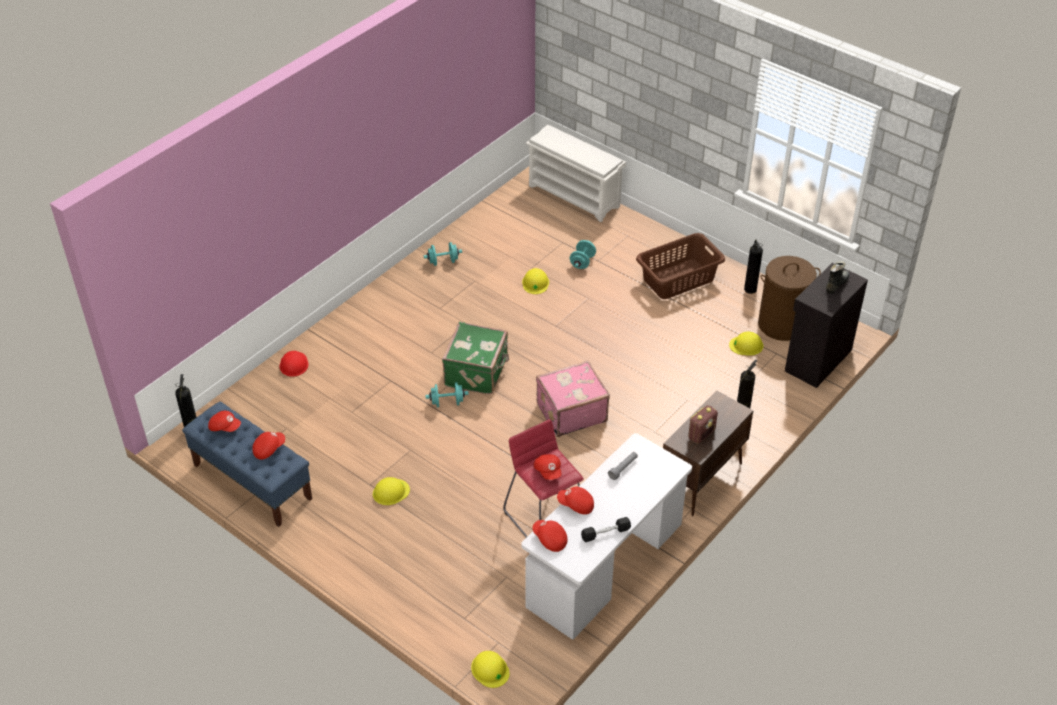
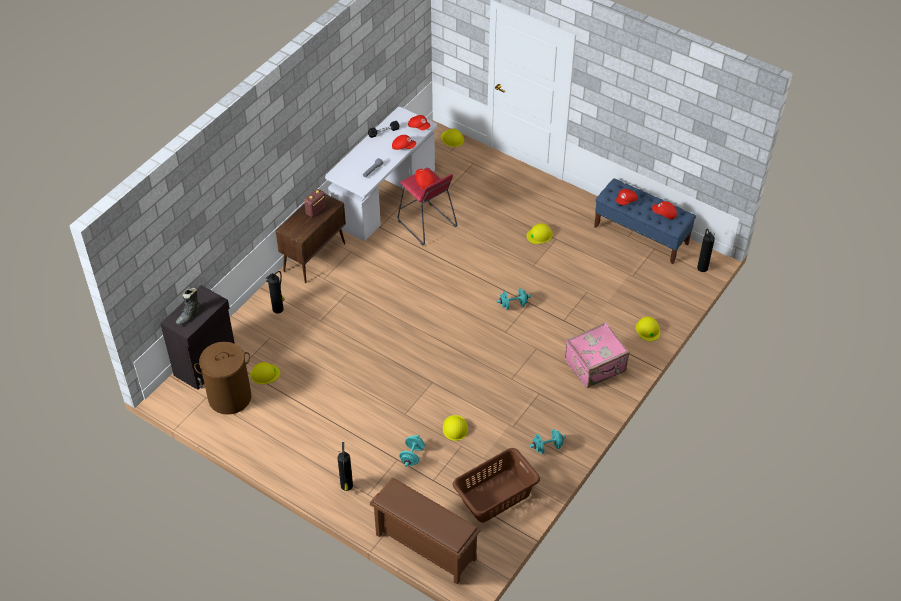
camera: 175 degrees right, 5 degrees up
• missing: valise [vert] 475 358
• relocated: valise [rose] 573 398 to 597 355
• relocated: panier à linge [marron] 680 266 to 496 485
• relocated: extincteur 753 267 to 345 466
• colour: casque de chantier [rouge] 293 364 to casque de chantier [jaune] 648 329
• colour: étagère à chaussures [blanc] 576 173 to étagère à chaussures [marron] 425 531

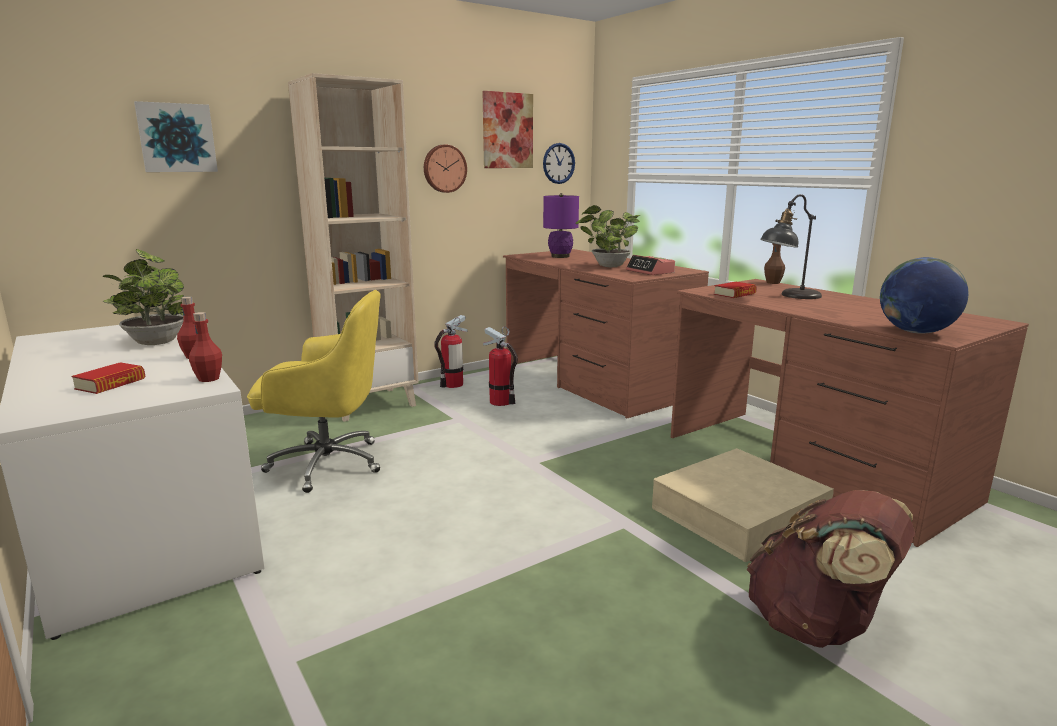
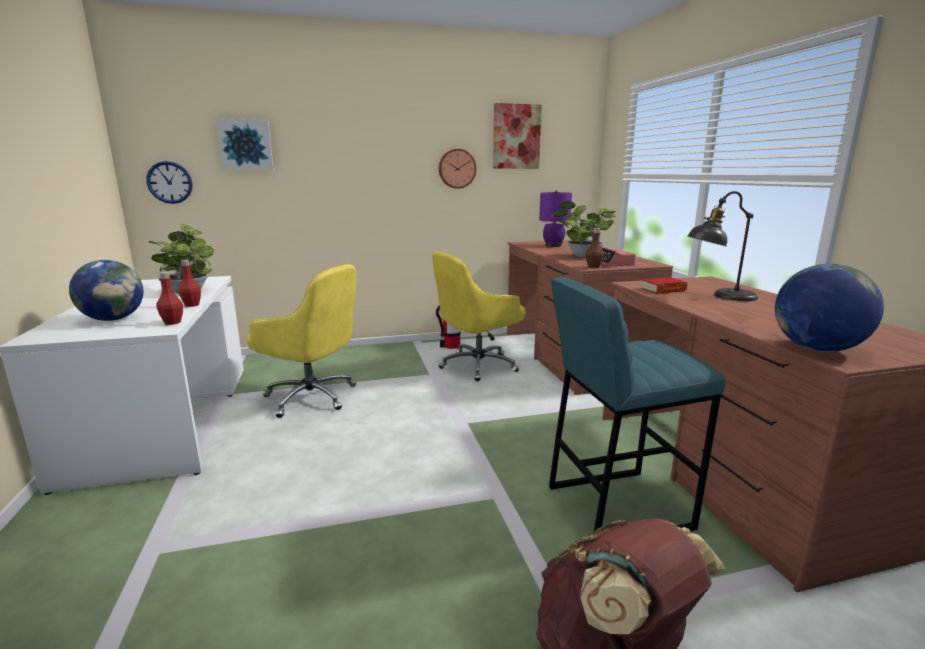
camera: 20 degrees right, 0 degrees up
• missing: bibliothèque [beige] 353 247
• relocated: horloge murale 559 163 to 169 182
• relocated: bouteille [marron] 774 263 to 595 248
• exchanged: livre 109 378 to globe 106 290
• exchanged: extincteur 500 366 to chaise de bureau [jaune] 479 316
• exchanged: boîte de rangement [beige] 743 505 to tabouret [turquoise] 637 405

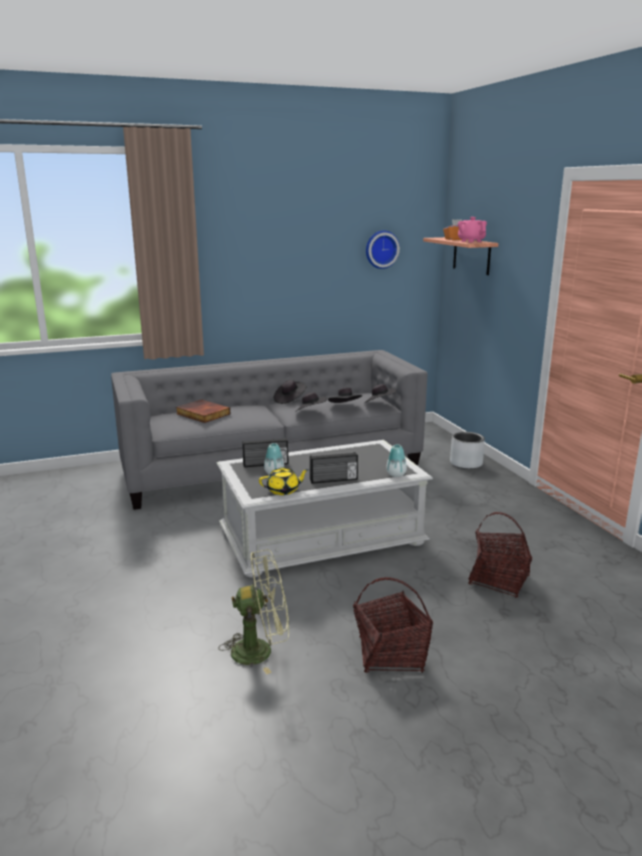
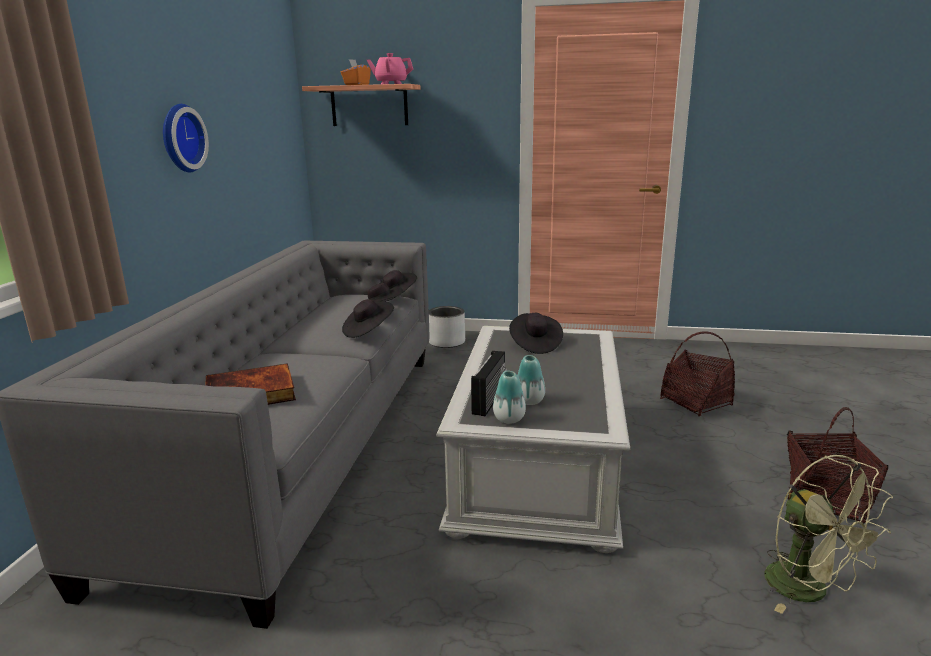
camera: 60 degrees left, 0 degrees up
• missing: théière [jaune] 284 481
• missing: radio 334 468
• relocated: chapeau [noir] 290 392 to 536 333
• relocated: horloge murale 383 249 to 186 138
• relocated: vase 396 460 to 509 397
• spun: ventilateur [vert] 253 611 = 828 534 135 degrees clockwise

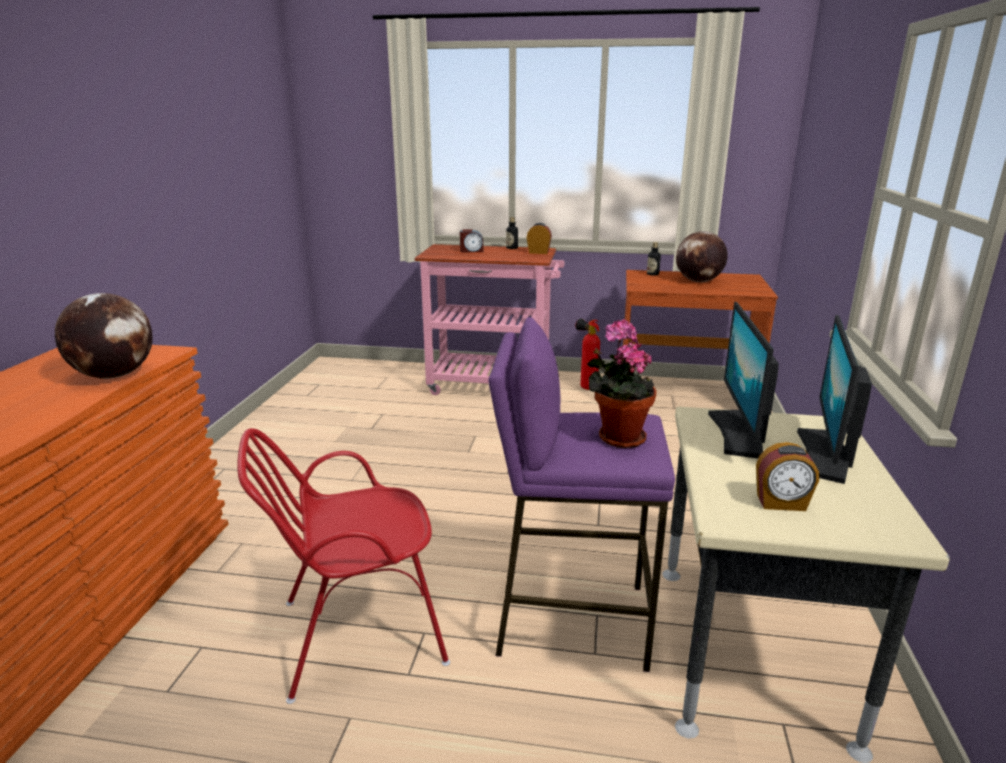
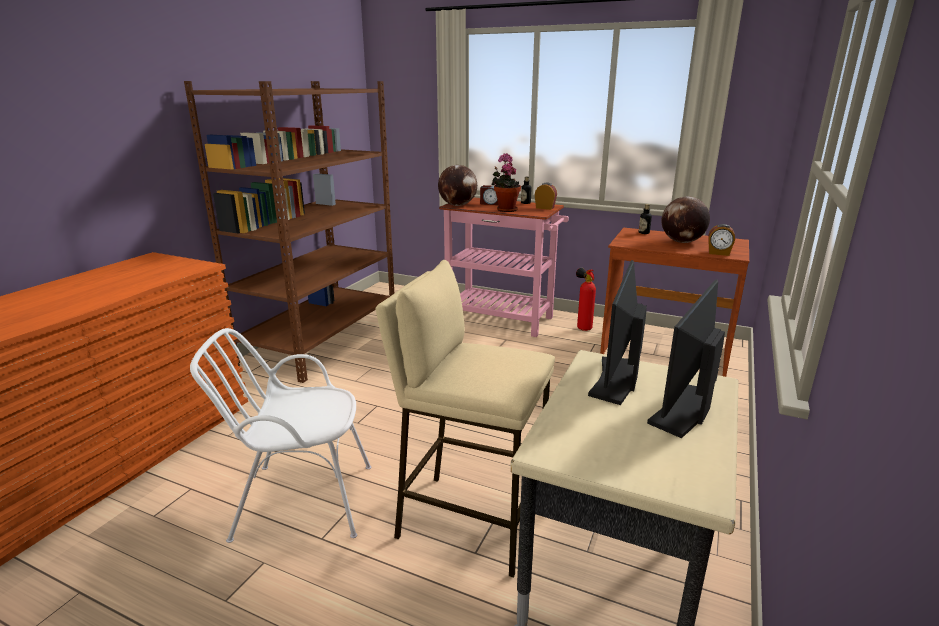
camera: 15 degrees right, 0 degrees up
• appeared: bibliothèque [marron] 289 232
• relocated: globe 104 336 to 457 185
• relocated: plante en pot 621 383 to 506 182
• relocated: réveil 787 476 to 721 240
• colour: chaise [rouge] 343 566 to chaise [blanc] 281 435
• colour: tabouret [violet] 581 494 to tabouret [beige] 465 419

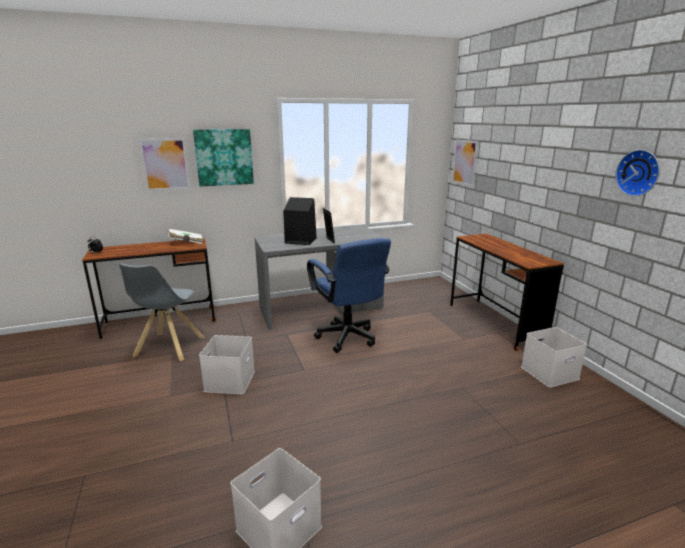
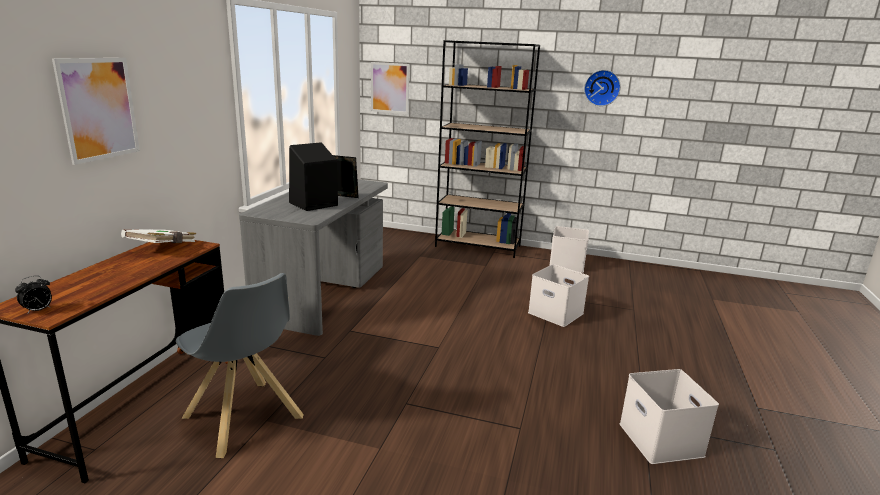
camera: 55 degrees left, 0 degrees up
• missing: tableau 223 157
• missing: chaise de bureau [bleu] 349 295
• relocated: boîte de rangement [blanc] 227 364 to 558 295
• exchanged: bureau [marron] 507 292 to bibliothèque [beige] 487 149

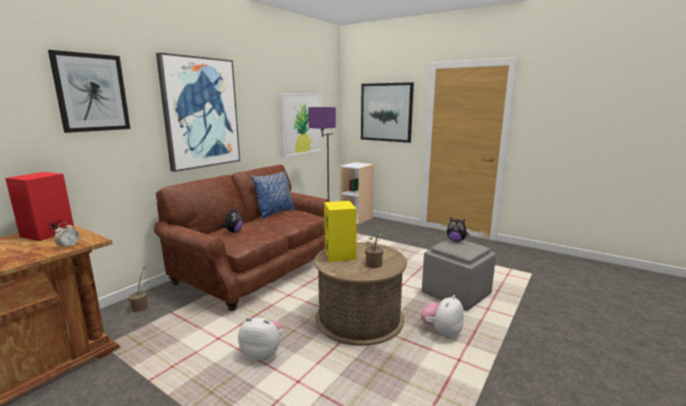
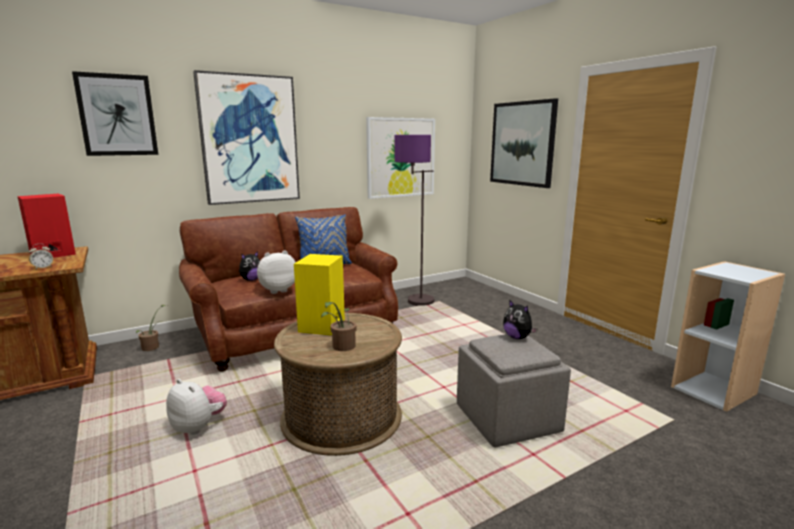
camera: 25 degrees right, 0 degrees up
• relocated: bibliothèque 357 193 to 728 336
• relocated: peluche 442 316 to 276 272

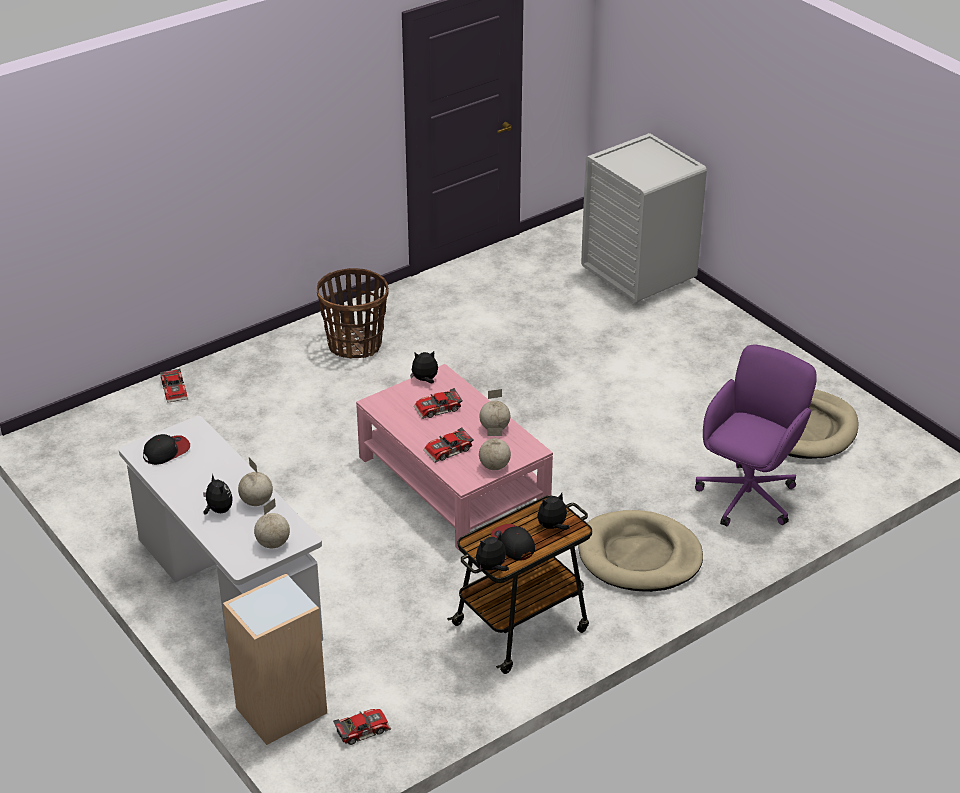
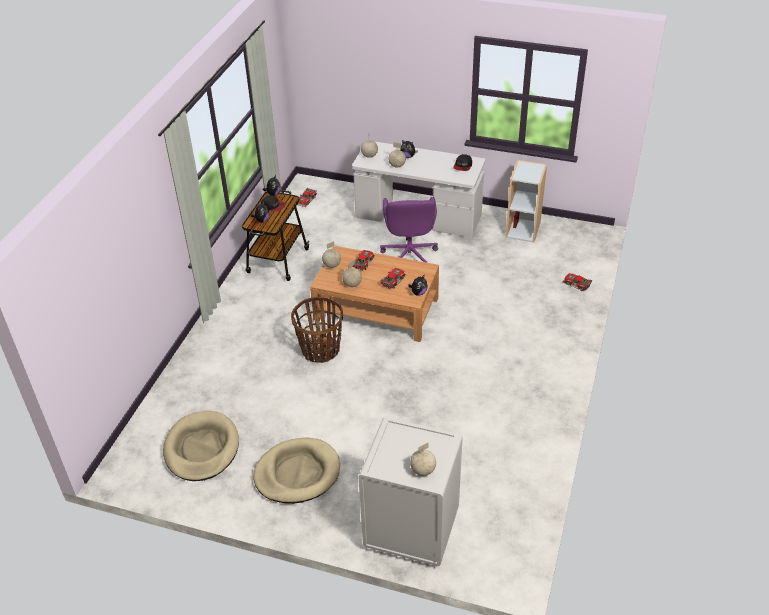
camera: 145 degrees right, 5 degrees up
• appeared: globe 423 459
• relocated: bibliothèque 275 659 to 526 201
• relocated: panier 353 313 to 317 330
• relocated: panier pour chien [beige] 640 551 to 297 471
• relocated: chaise de bureau [violet] 756 436 to 409 230
• colour: table basse [rose] 454 458 to table basse [marron] 374 294

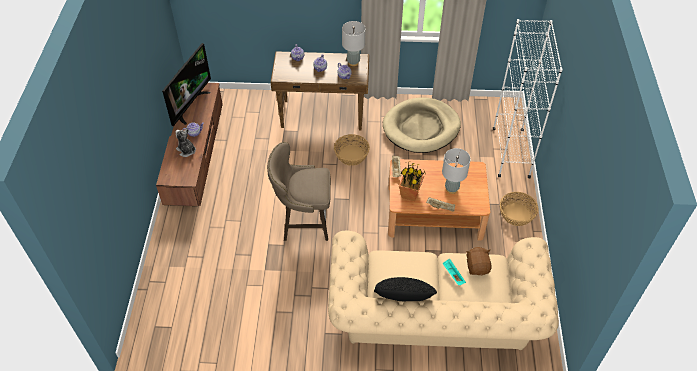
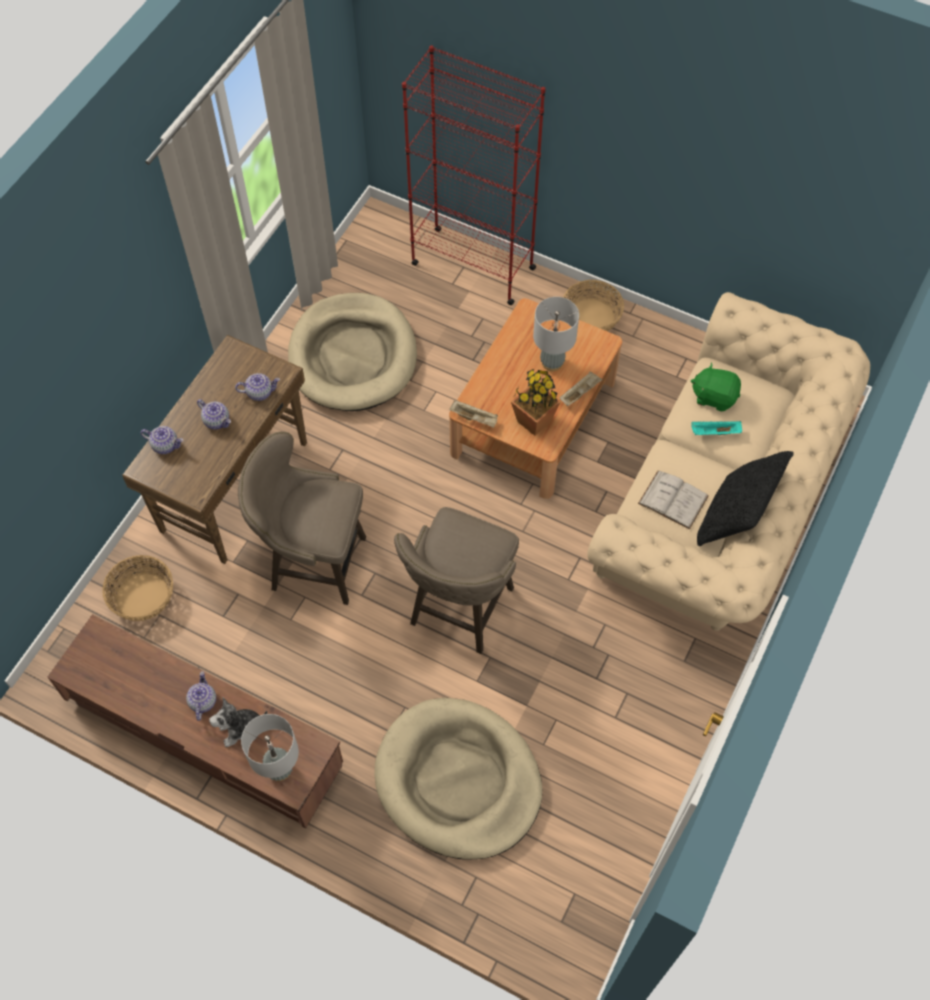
camera: 65 degrees left, 10 degrees up
• missing: téléviseur 186 84
• appeared: tabouret [beige] 302 518
• appeared: panier pour chien [beige] 458 779
• appeared: livre [blanc] 673 500
• relocated: panier 352 150 to 137 588
• relocated: lampe de table [gris] 354 43 to 270 747
• colour: peluche [marron] 479 261 to peluche [vert] 716 387
• colour: bibliothèque [blanc] 528 98 to bibliothèque [rouge] 474 175

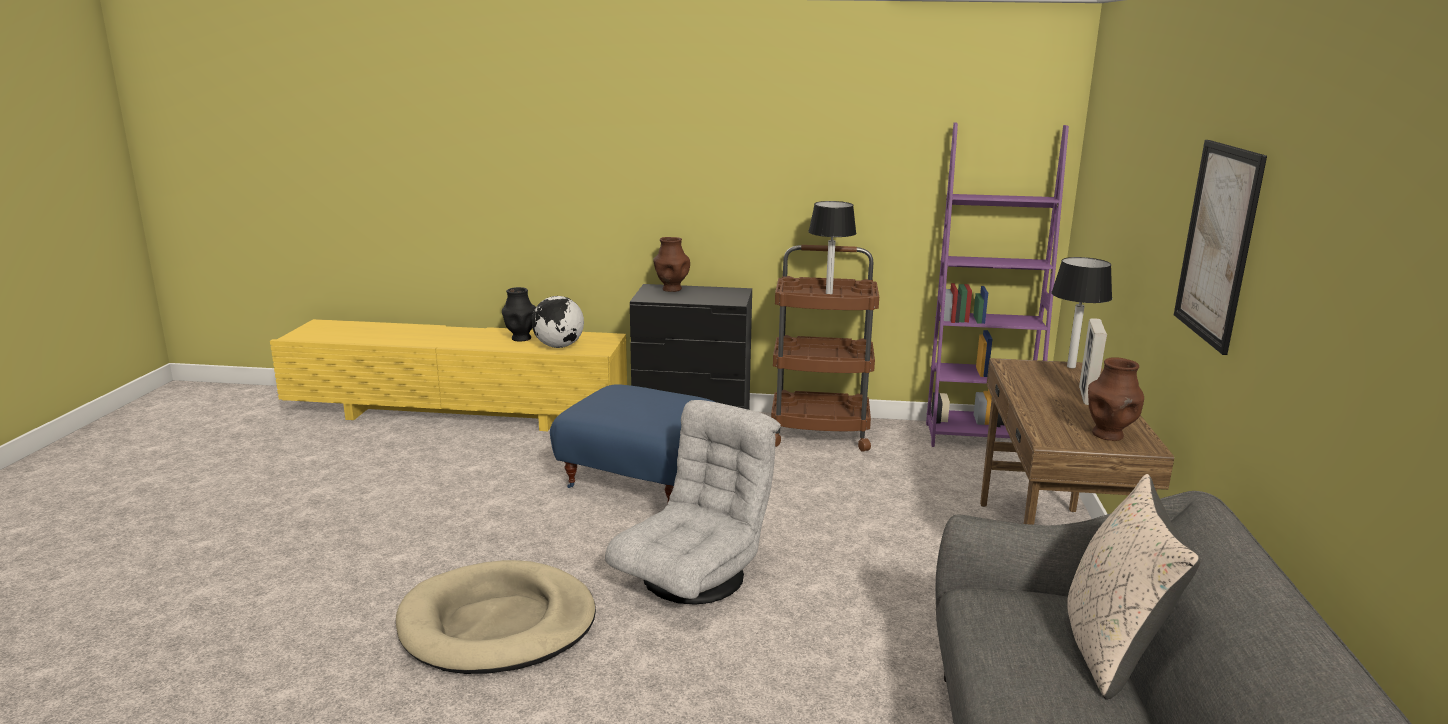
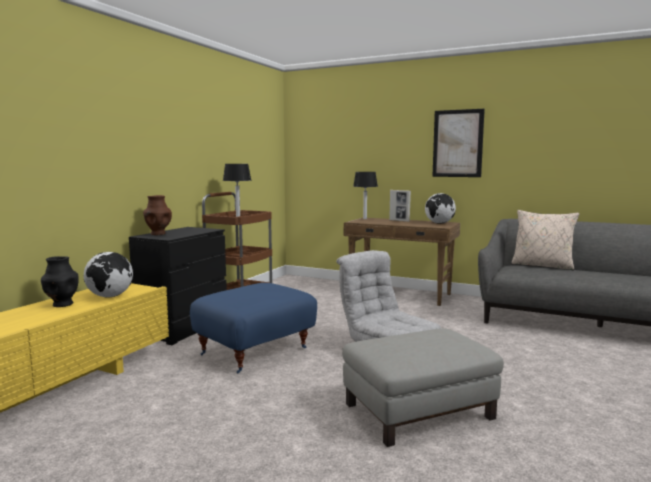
camera: 70 degrees left, 10 degrees down
• missing: bibliothèque [violet] 997 285
• exchanged: panier pour chien [beige] 496 617 to pouf [gris] 423 387
• exchanged: vase [marron] 1116 399 to globe 440 208

